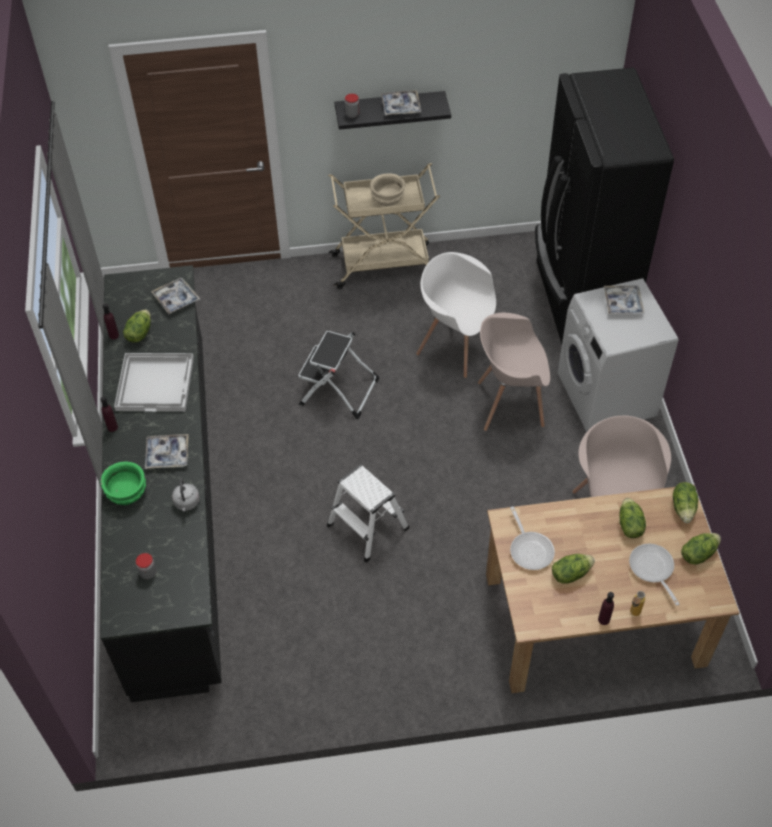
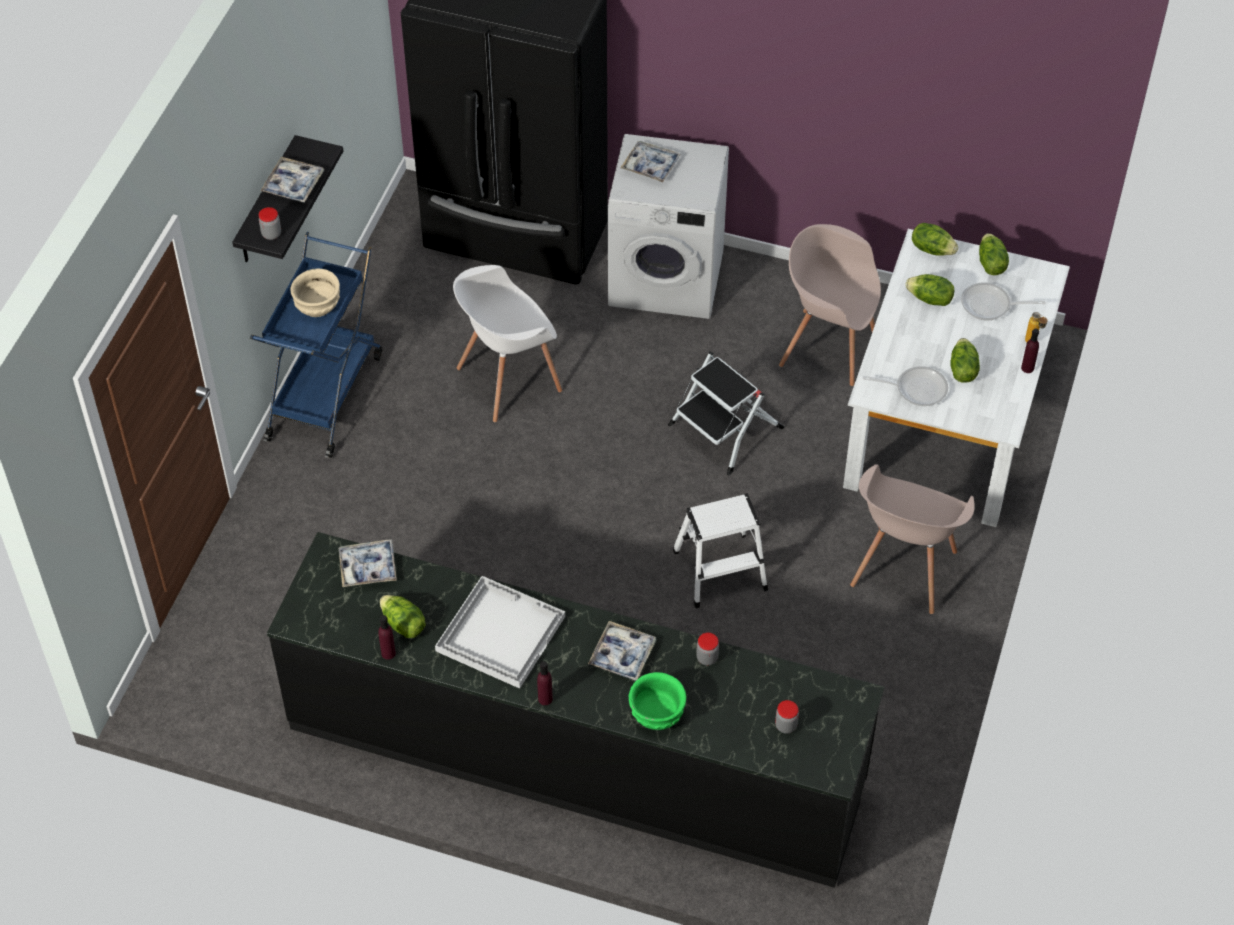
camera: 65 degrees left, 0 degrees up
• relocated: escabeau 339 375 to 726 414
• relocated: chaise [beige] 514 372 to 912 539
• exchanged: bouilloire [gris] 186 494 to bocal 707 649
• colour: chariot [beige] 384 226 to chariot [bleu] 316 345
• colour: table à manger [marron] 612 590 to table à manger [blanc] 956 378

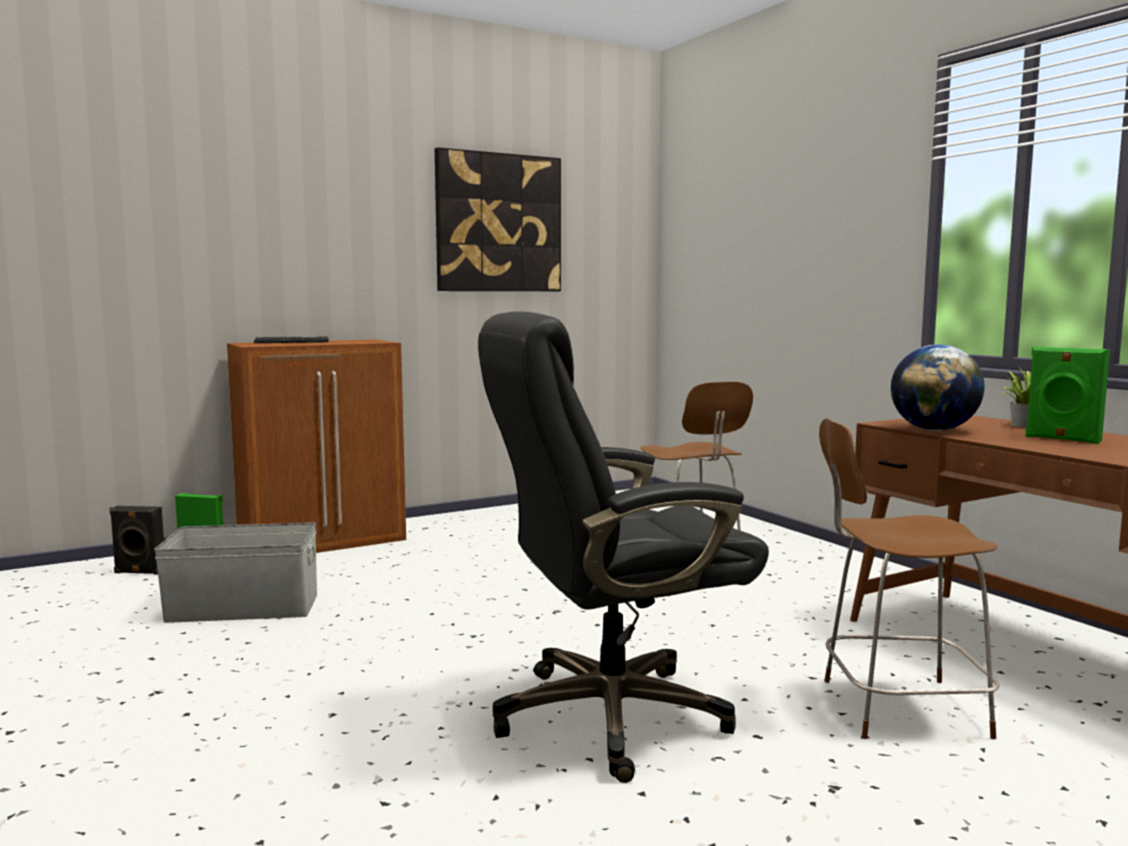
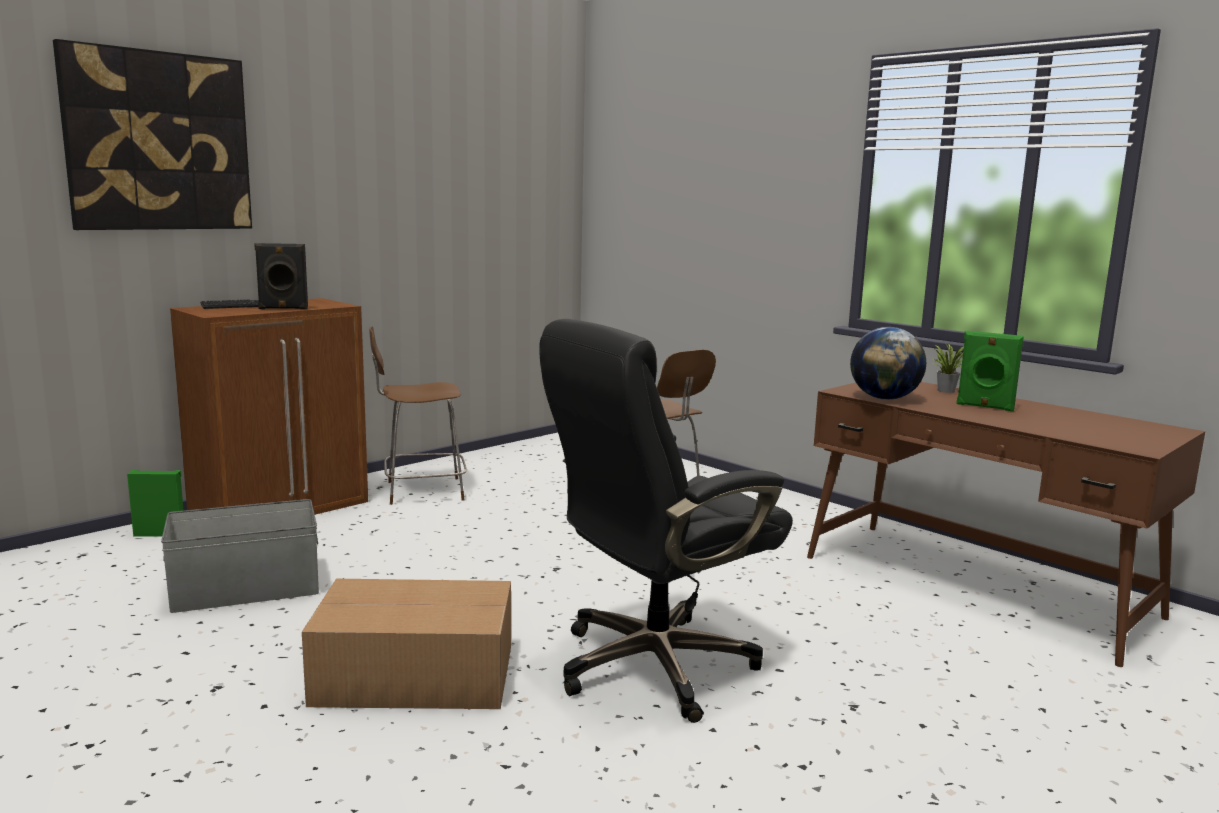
camera: 15 degrees left, 5 degrees up
• appeared: carton 406 644
• relocated: enceinte [noir] 136 540 to 281 276
• relocated: tableau 498 219 to 152 134
• relocated: chaise [marron] 909 578 to 418 416

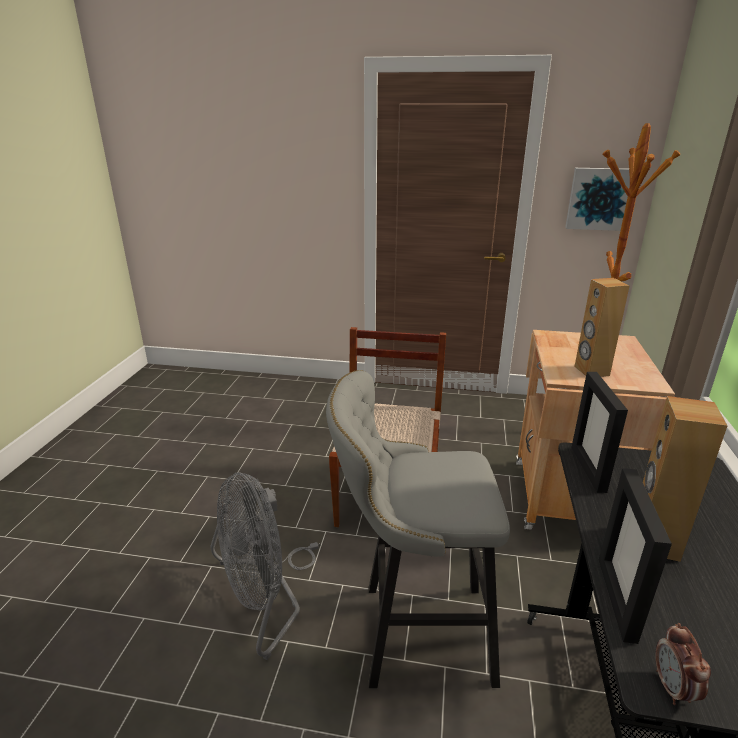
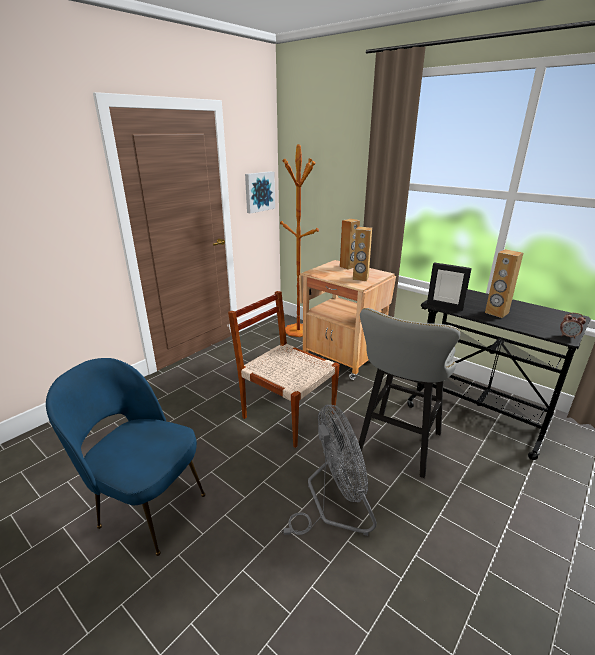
camera: 60 degrees left, 0 degrees up
• missing: cadre photo 635 556
• appeared: chaise [bleu] 125 457
• appeared: enceinte [marron] 350 244
• spun: ventilateur [gris] 265 566 = 329 470 105 degrees counterclockwise

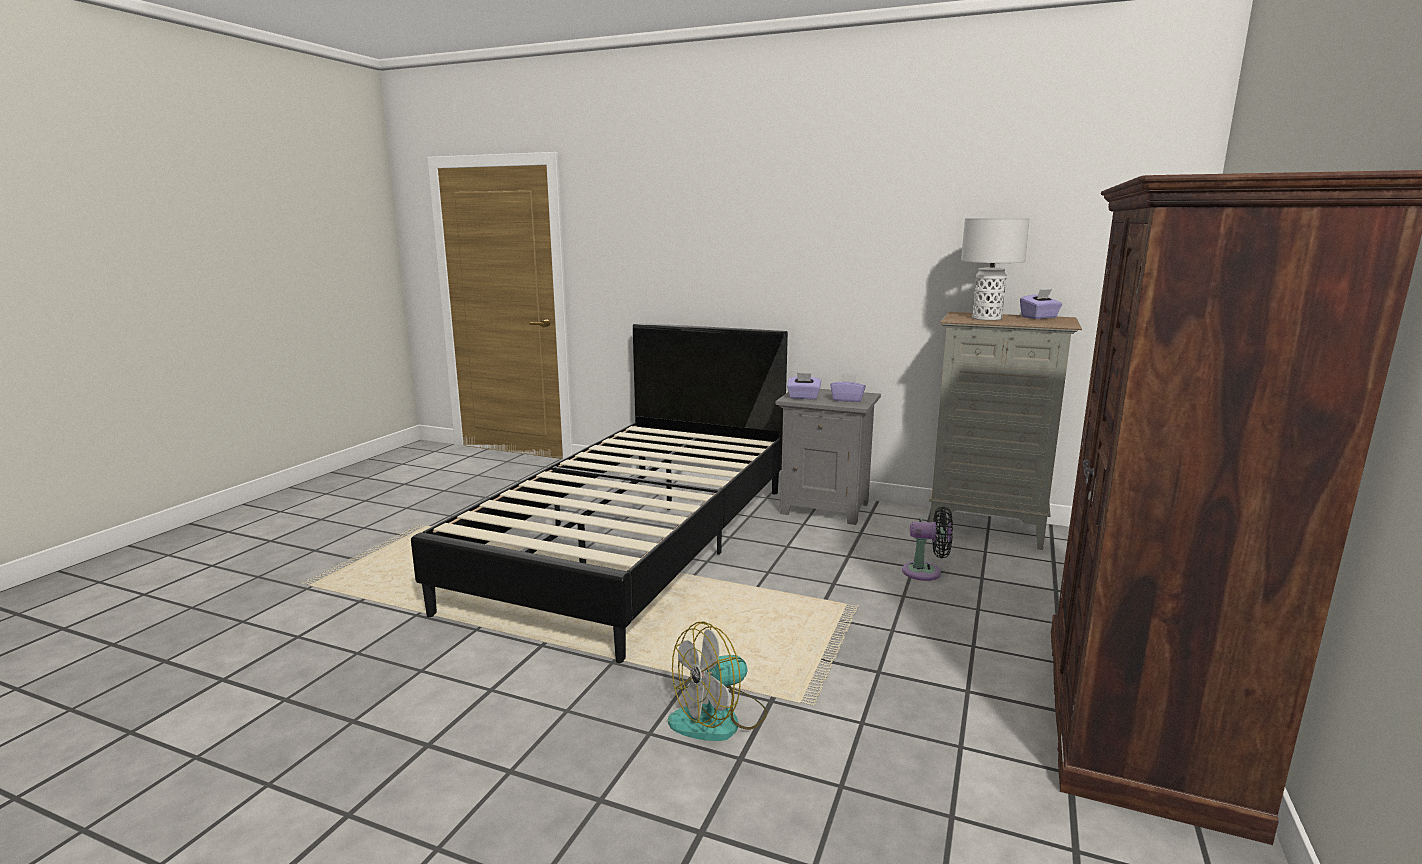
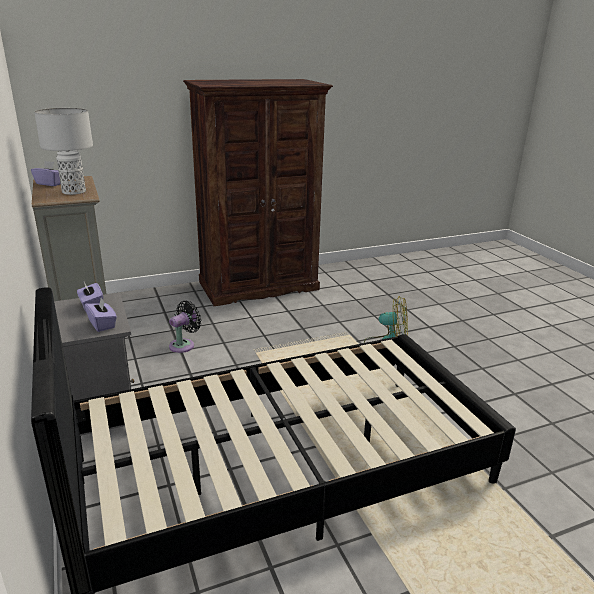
camera: 135 degrees left, 10 degrees up
• spun: ventilateur [noir] 927 543 = 185 327 75 degrees clockwise

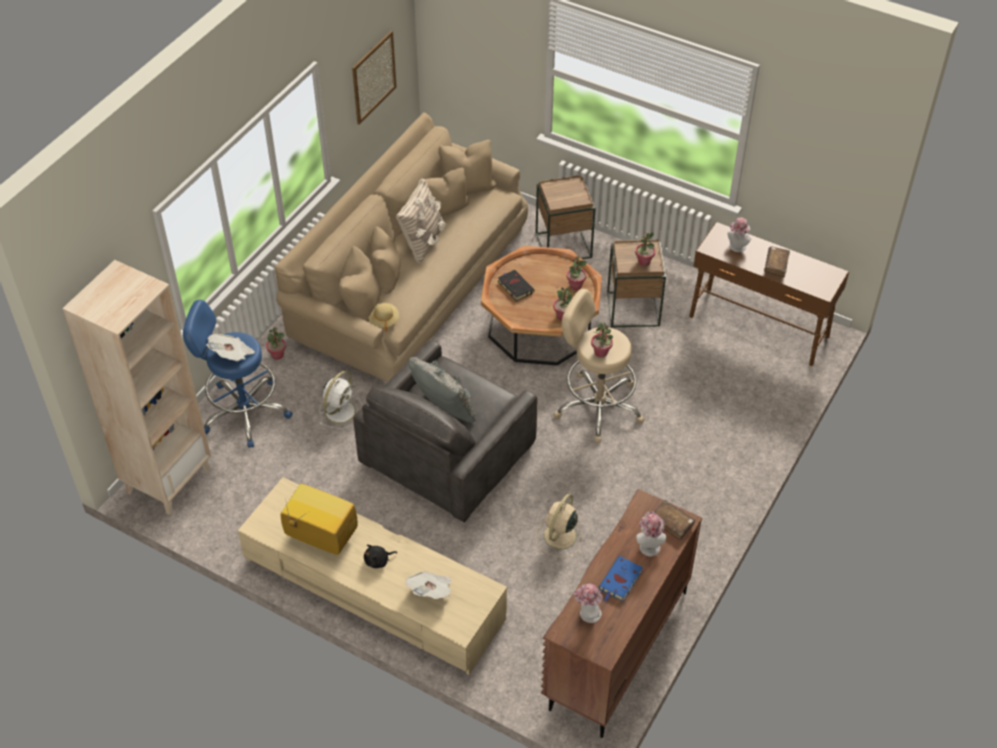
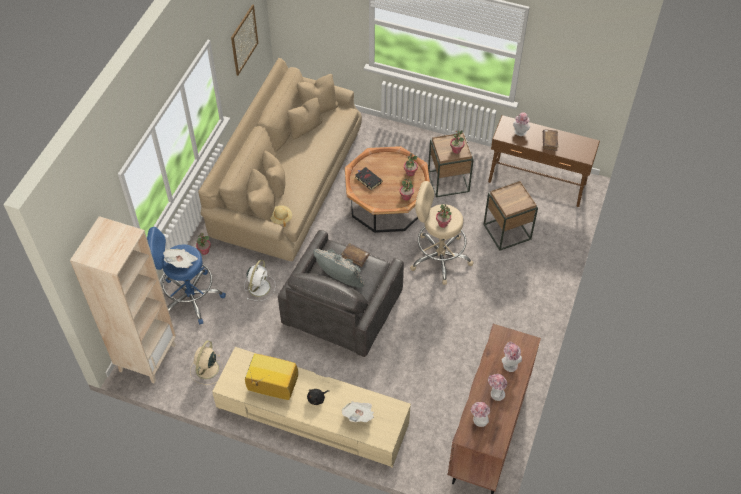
camera: 10 degrees left, 5 degrees up
• missing: coussin [beige] 421 220
• relocated: ventilateur [beige] 558 525 to 206 363
• relocated: table d'appoint [marron] 566 217 to 510 216
• relocated: livre [marron] 674 520 to 355 255
• exchanged: livre [bleu] 621 579 to chapeau 497 387

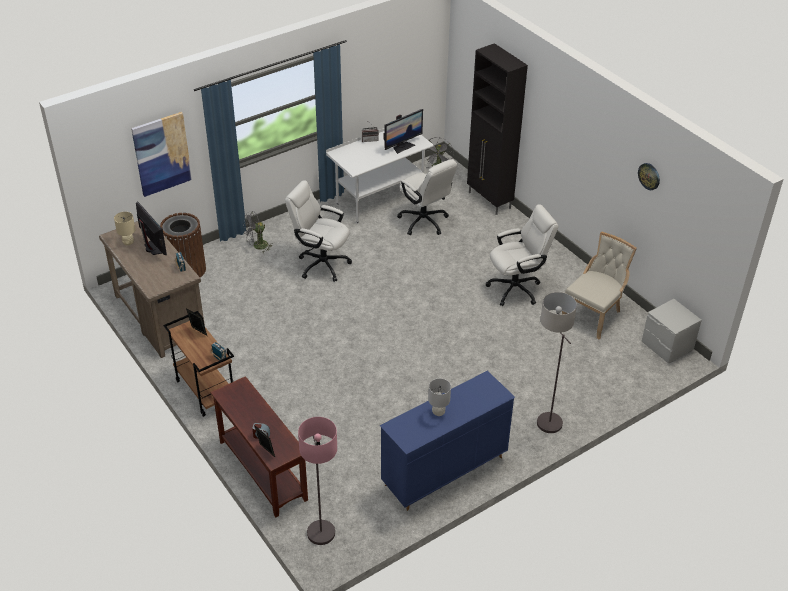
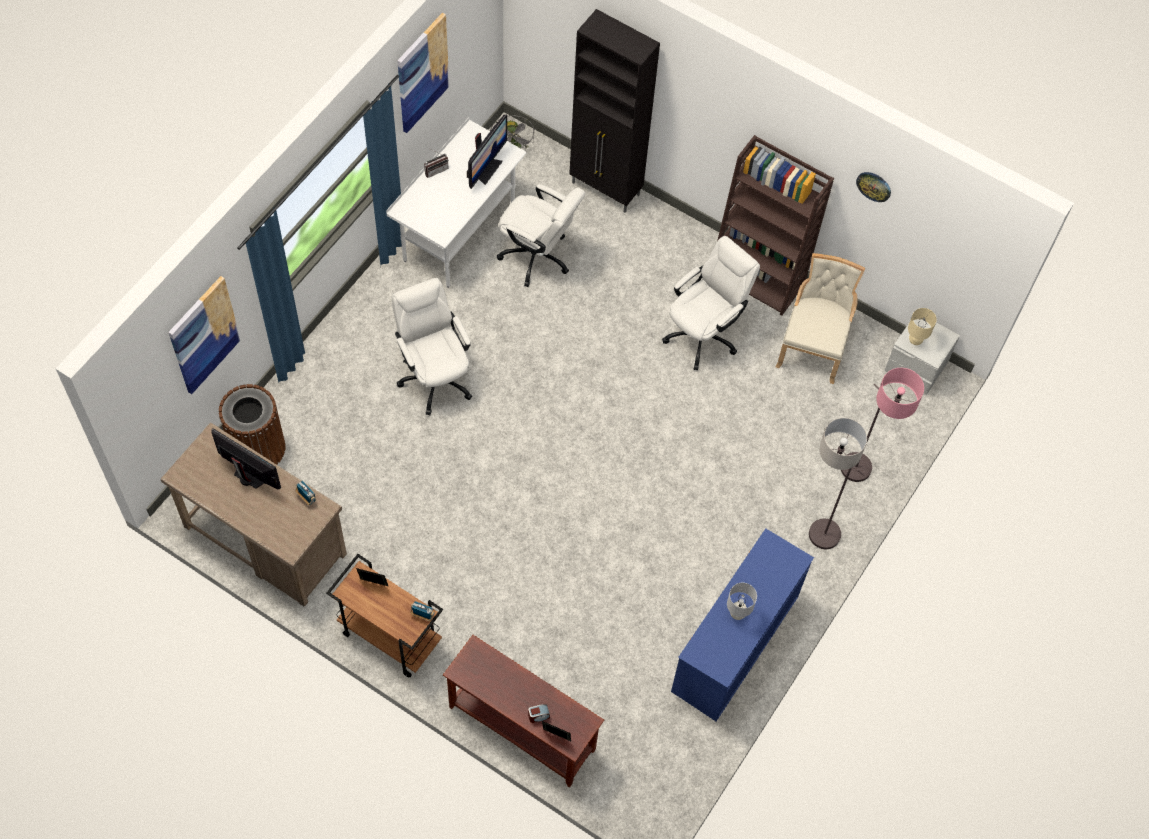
camera: 25 degrees left, 20 degrees up
• missing: ventilateur [gris] 257 232
• appeared: tableau 423 73
• appeared: bibliothèque [marron] 775 225
• relocated: lampe de table [beige] 124 228 to 922 326
• relocated: lampadaire [rose] 317 481 to 882 425
• spun: chaise de bureau [blanc] 318 231 = 432 346 60 degrees clockwise

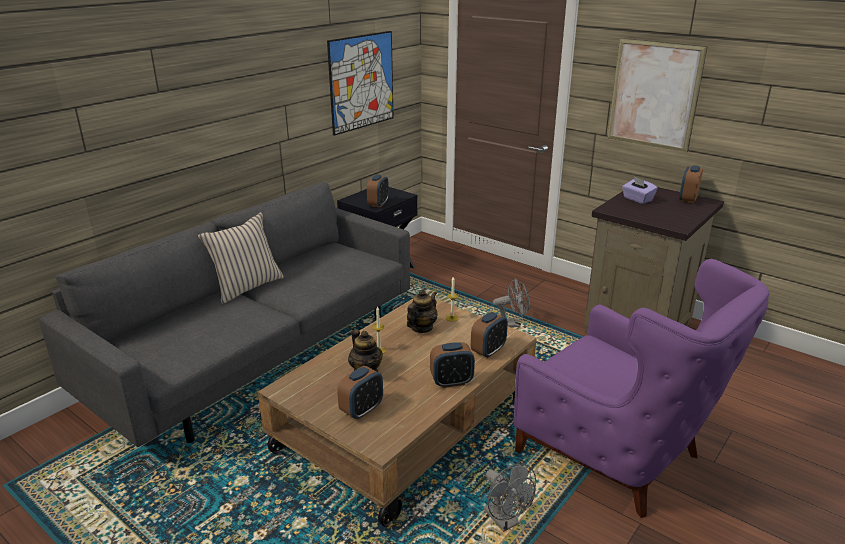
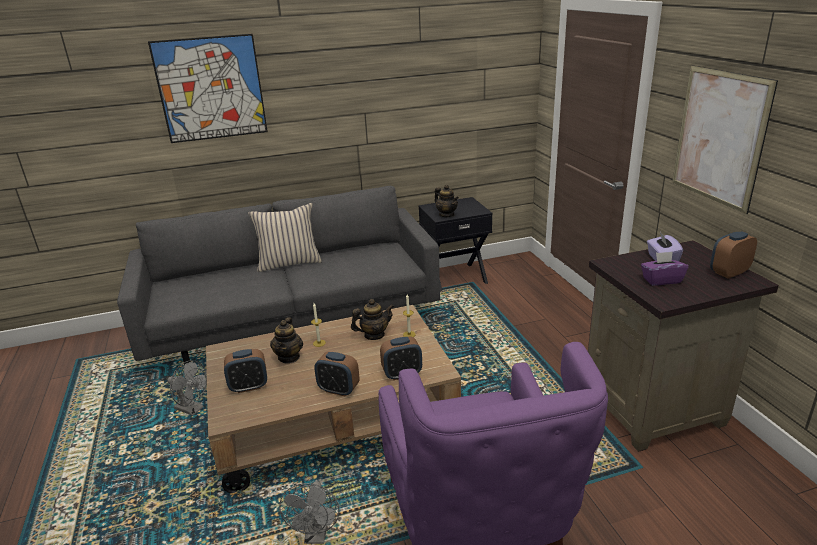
camera: 35 degrees right, 0 degrees up
• appeared: boîte à mouchoirs [violet] 664 269
• relocated: tableau 360 83 to 208 88
• relocated: ventilateur [gris] 511 303 to 187 388
• exchanged: réveil 378 191 to théière 447 201

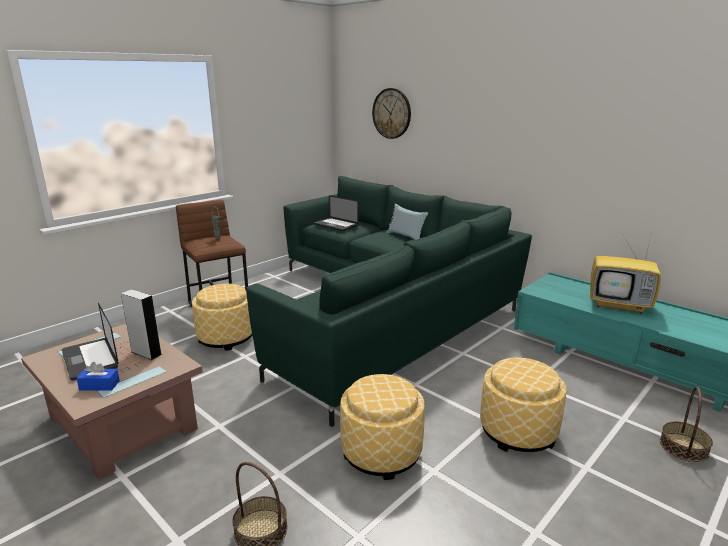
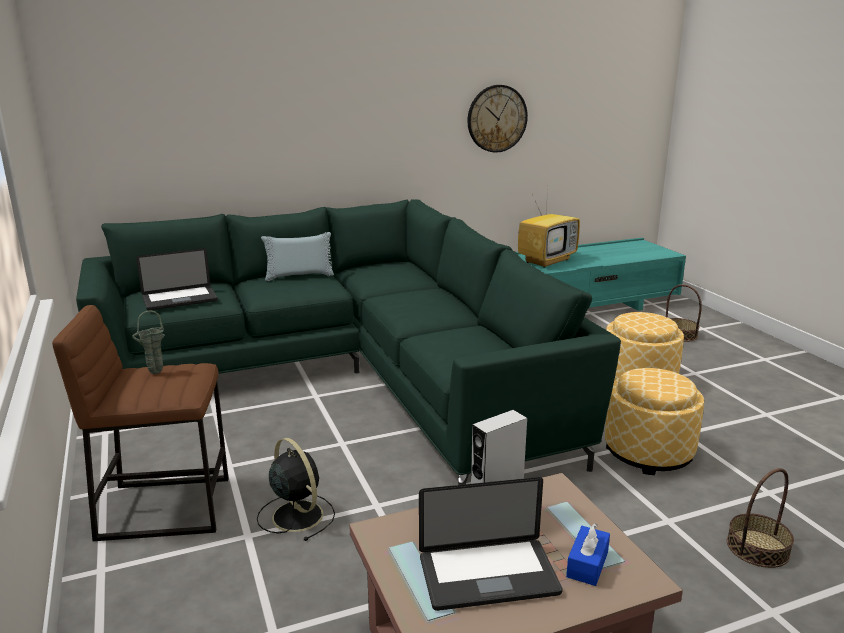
camera: 65 degrees left, 0 degrees up
• relocated: horloge murale 391 113 to 498 119
• exchanged: pouf 222 317 to ventilateur [noir] 296 489

